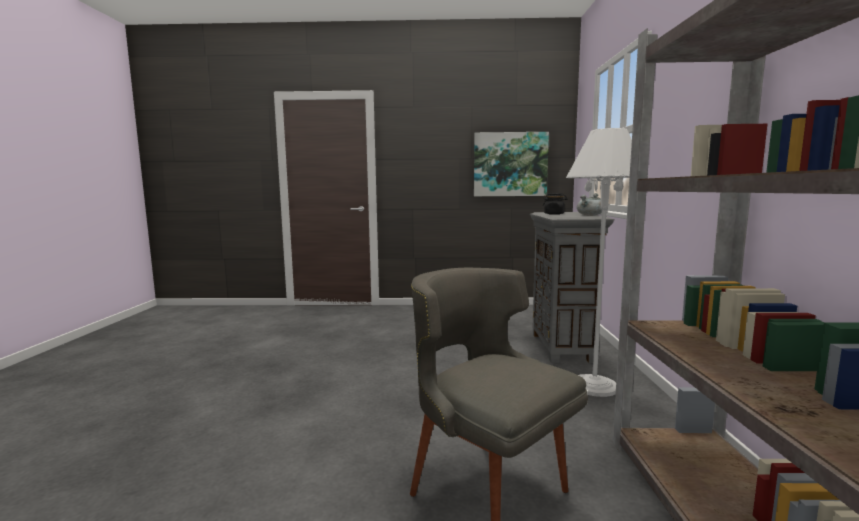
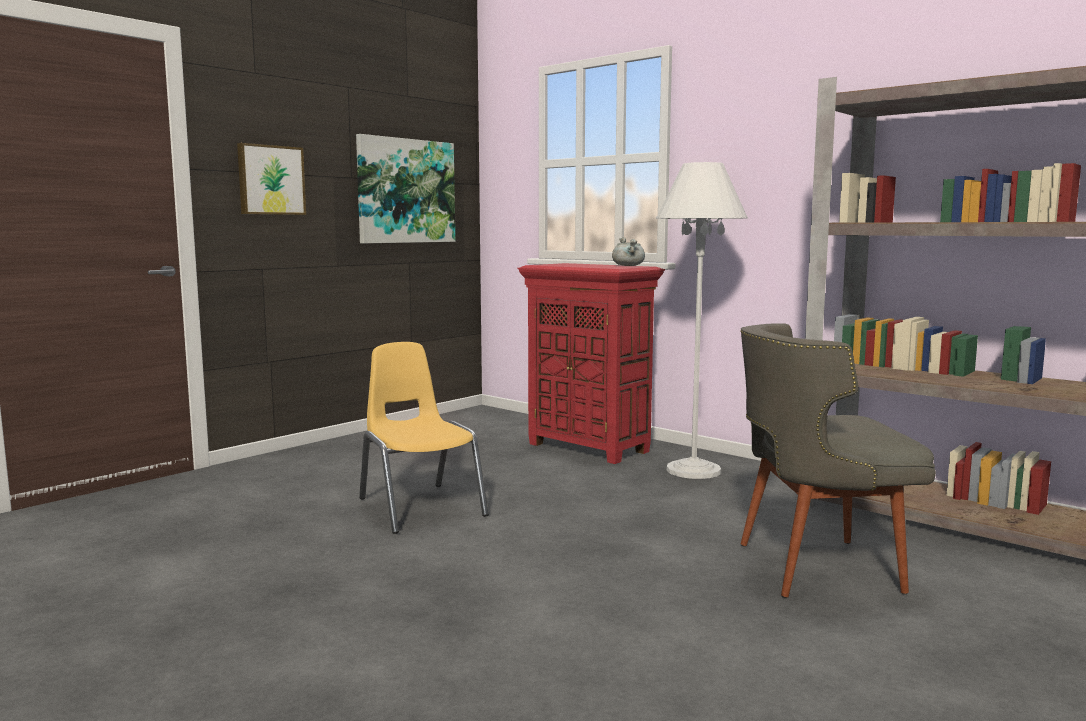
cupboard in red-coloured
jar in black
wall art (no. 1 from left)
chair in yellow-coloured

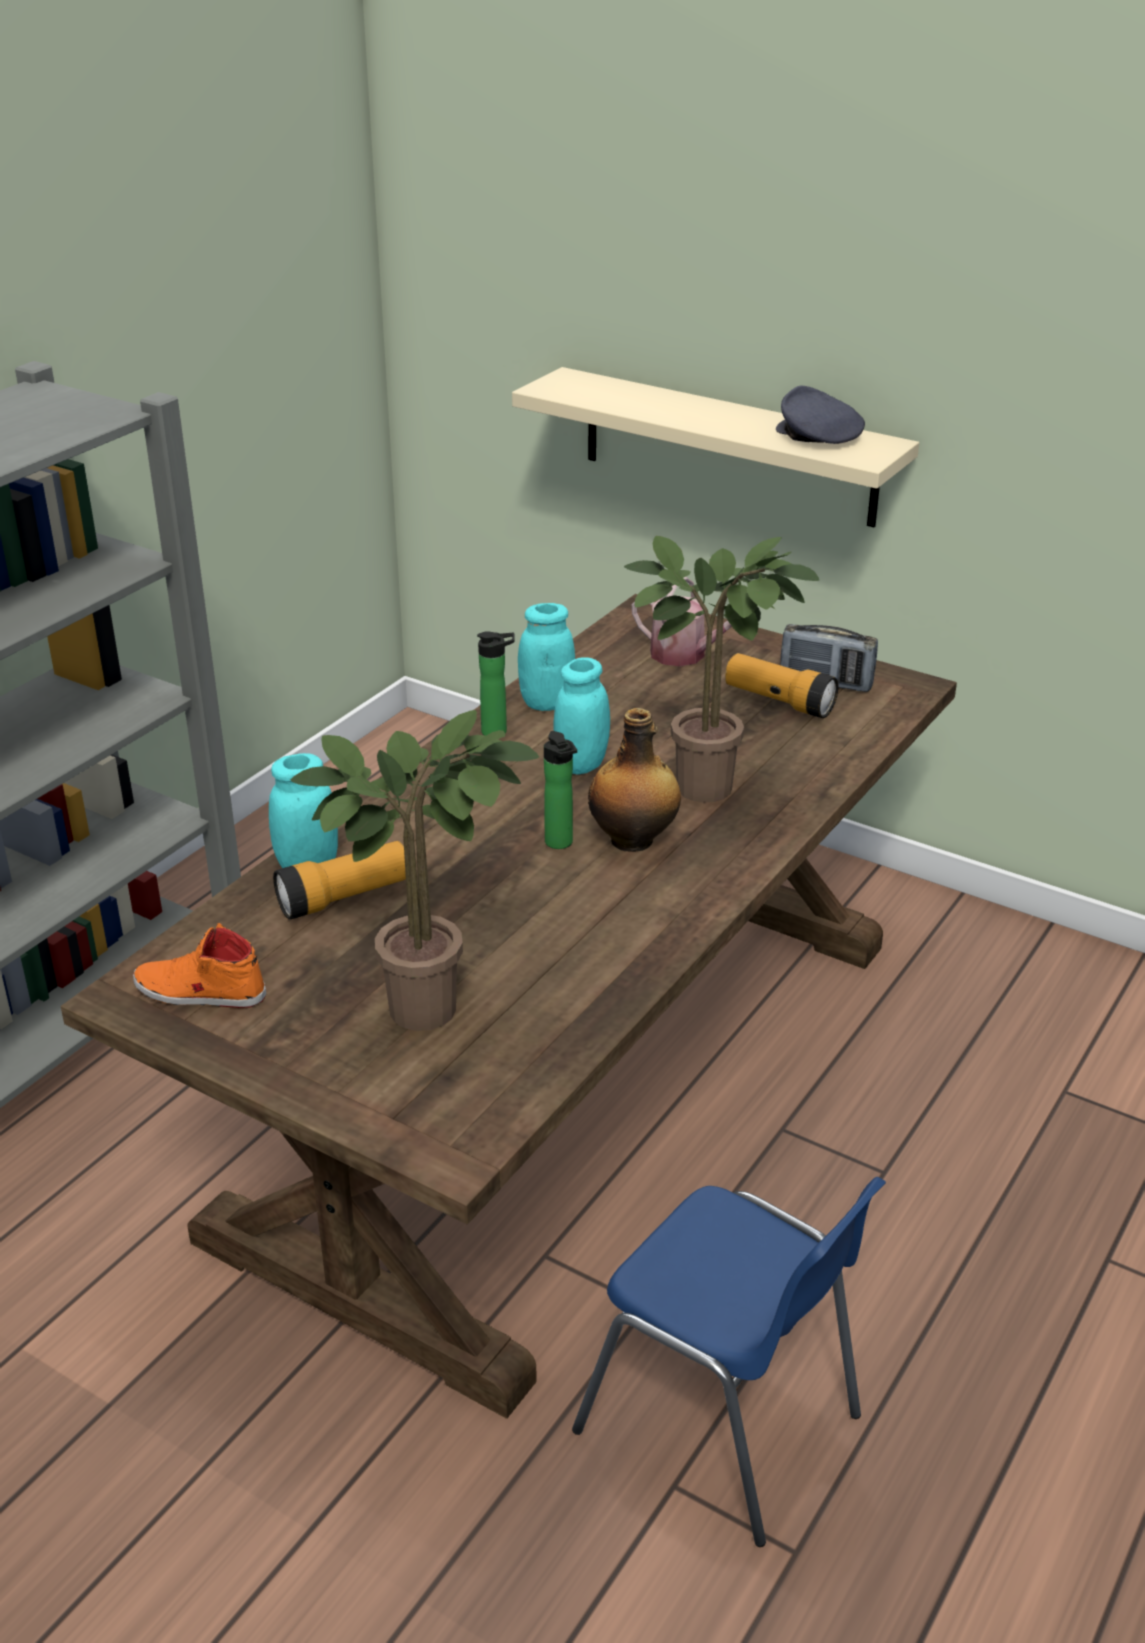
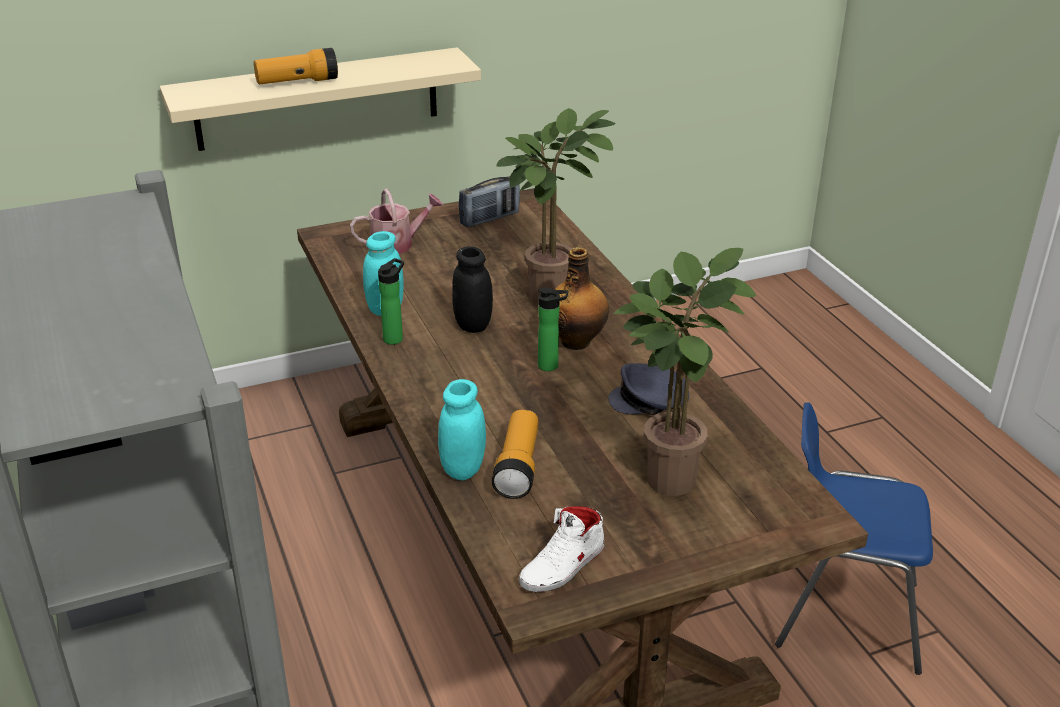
item of footwear in whitish
jar in black
chair in bluish
hand torch (no. 1 from left)
cap in gray

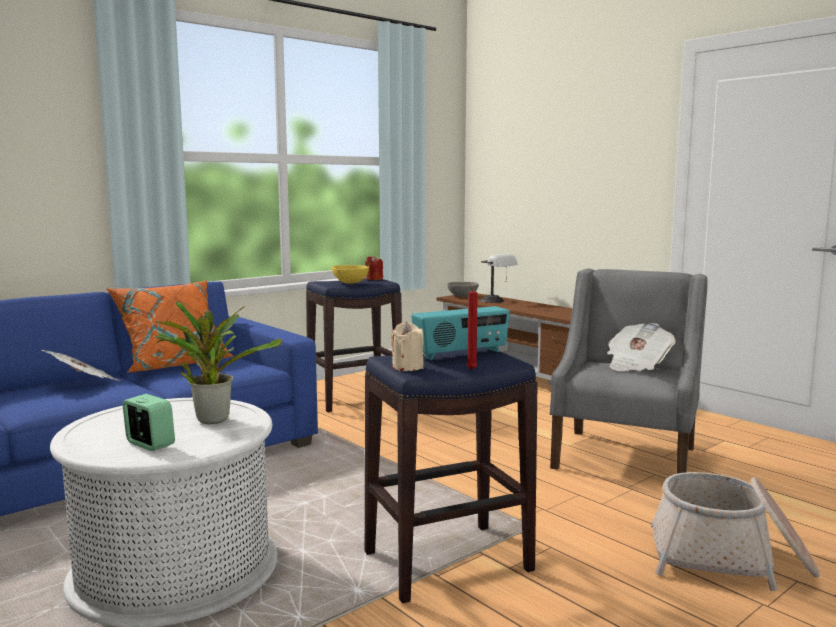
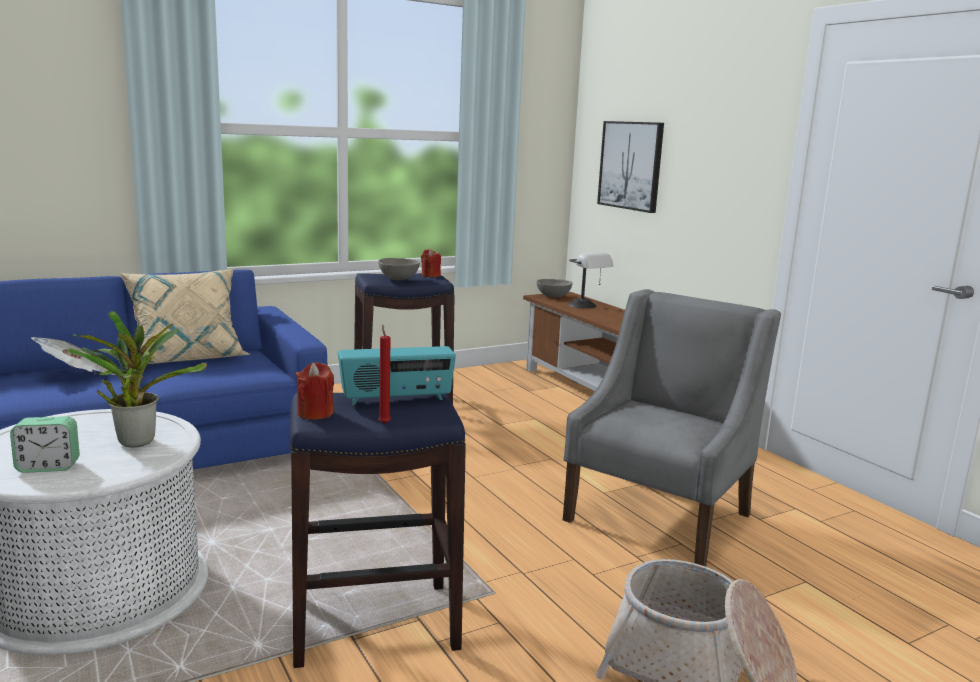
pillow in sand-coloured
table clock
deep dish in gray (no. 1 from left)
candle in red-coloured (no. 1 from left)
newspaper (no. 2 from left in the first image)
wall art

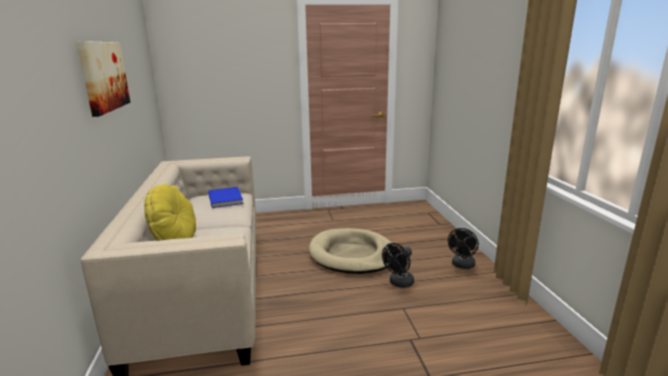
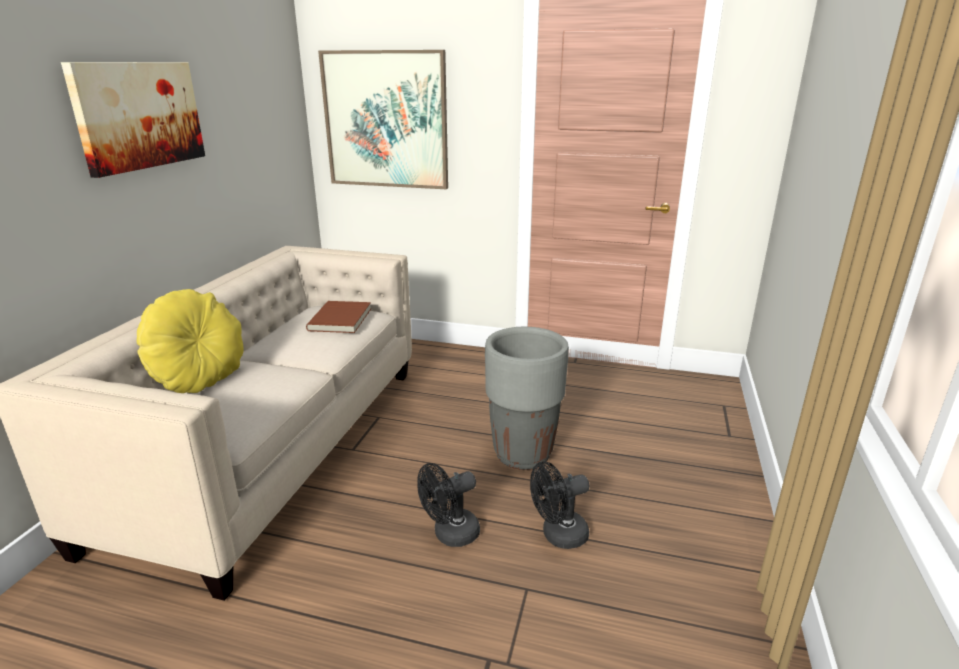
book in brown
flower pot in gray
cooling fan in black (no. 1 from left)
wall art (no. 2 from left)

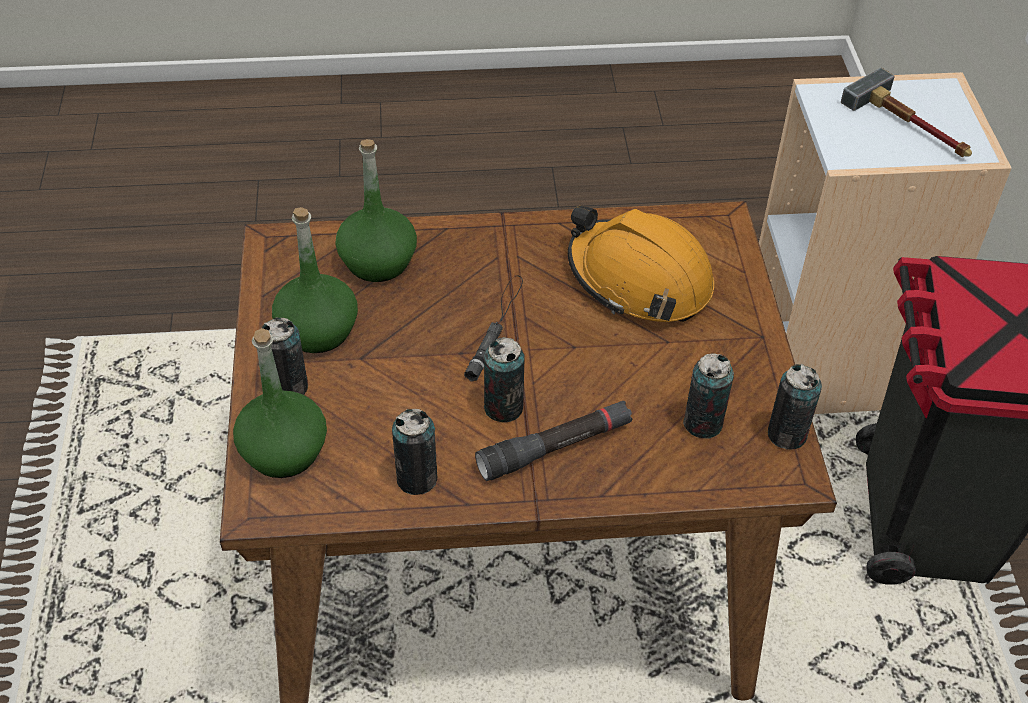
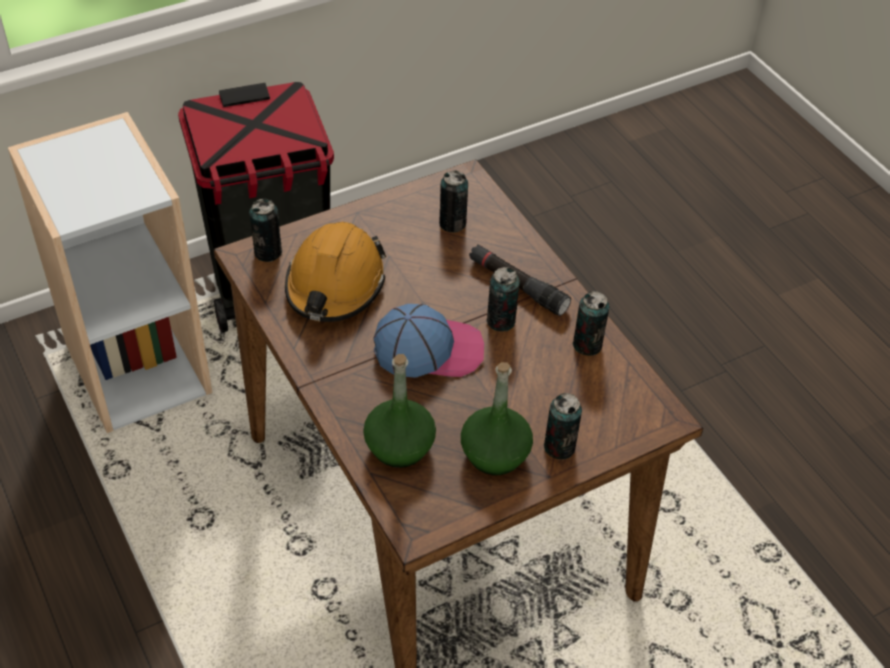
beverage bottle in green (no. 1 from left in the first image)
cap
metal can (no. 1 from left)
hand hammer

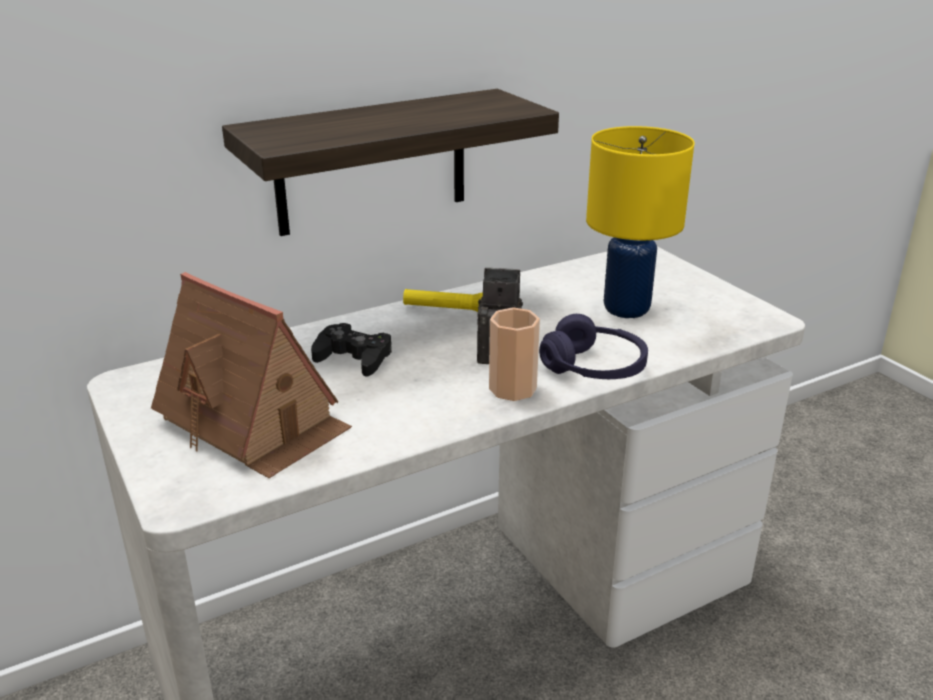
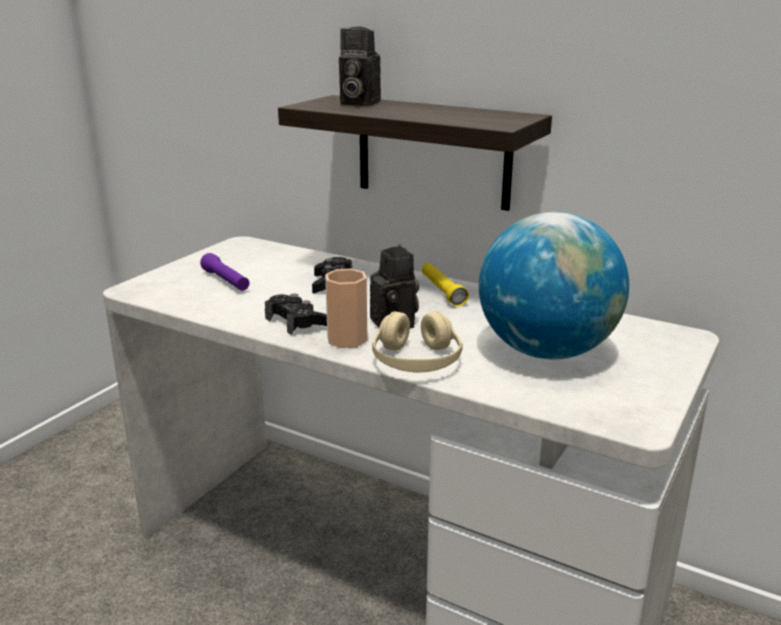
hand torch in purple
headset in sand-coloured
desk globe
joypad in black (no. 1 from left)
still camera (no. 1 from left)

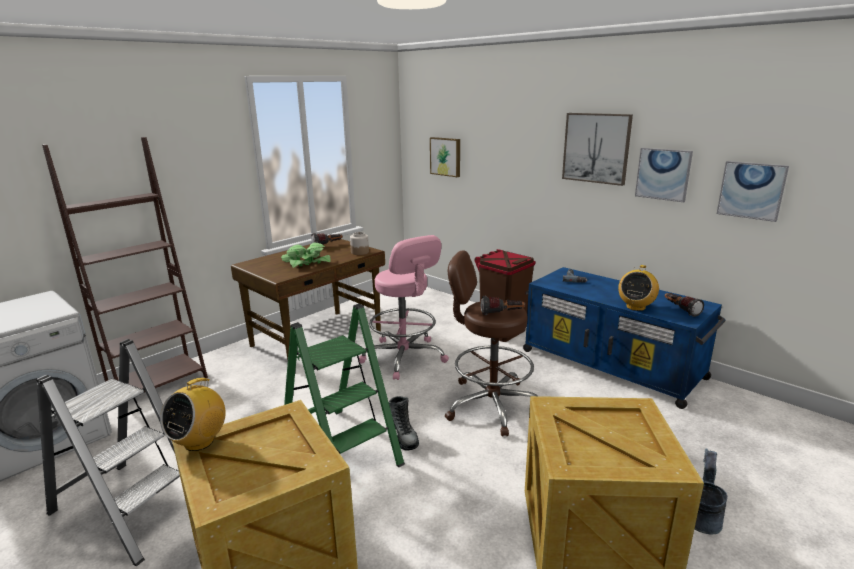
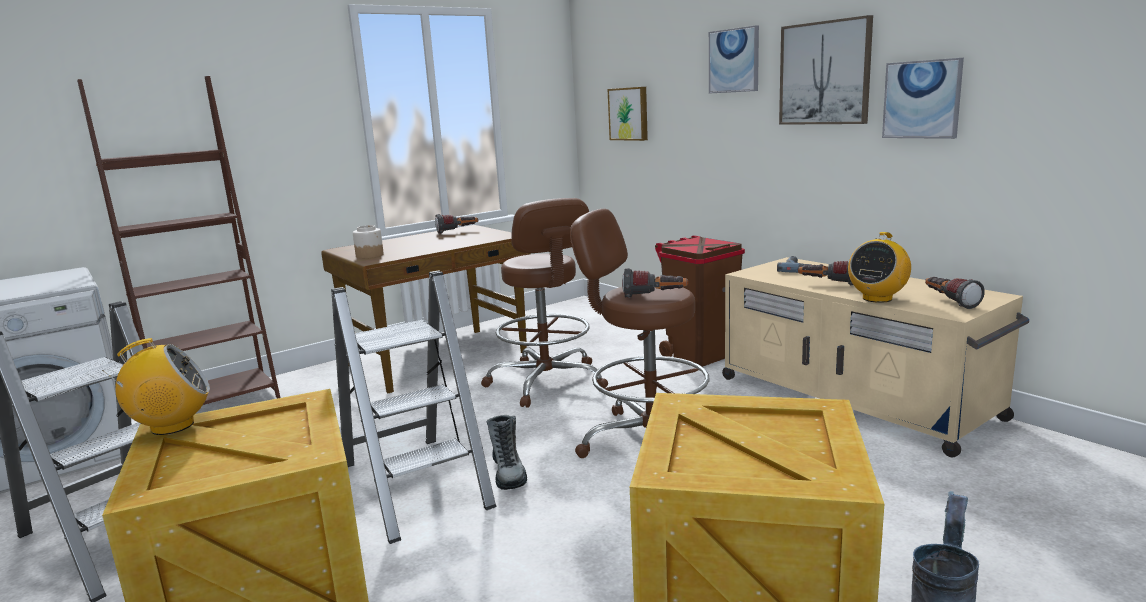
radio set (no. 1 from left)
potted plant
stepladder in gray (no. 2 from left)
jar
sitting stool in brown (no. 1 from left)
cupboard in sand-coloured
wall art (no. 2 from left)
hand torch (no. 3 from left)

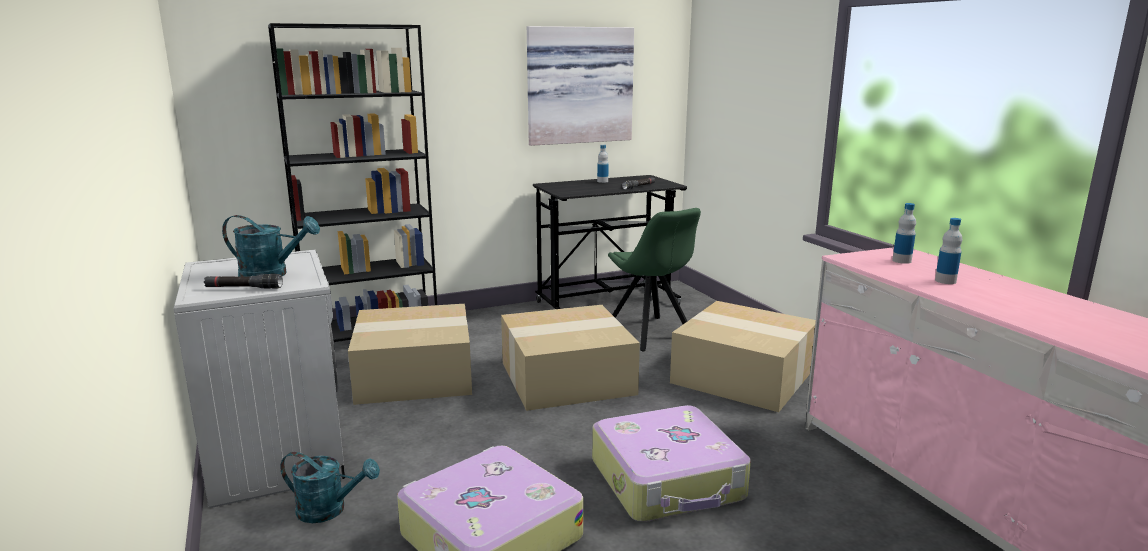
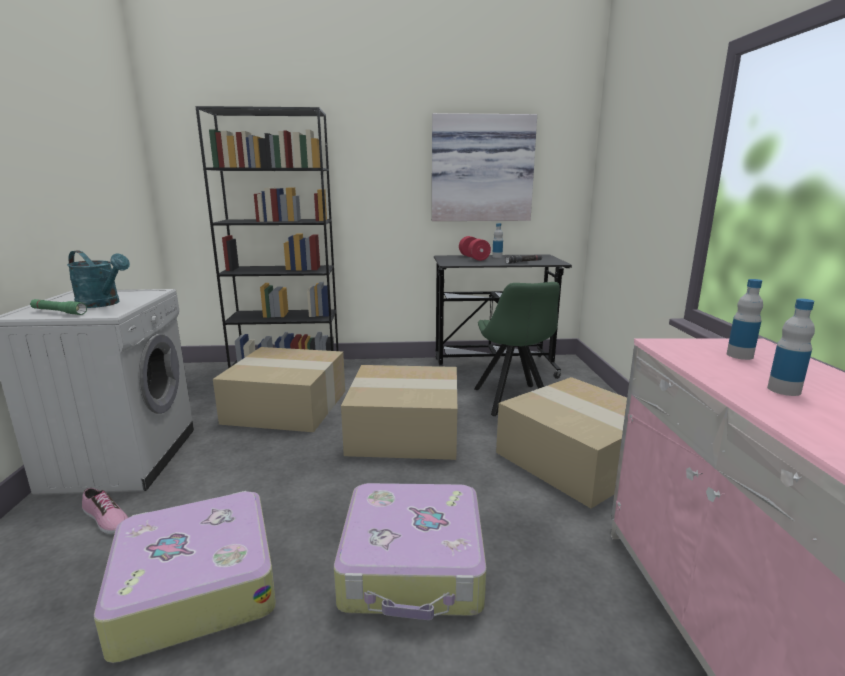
hand torch in green
item of footwear
dumbbell in red-coloured

